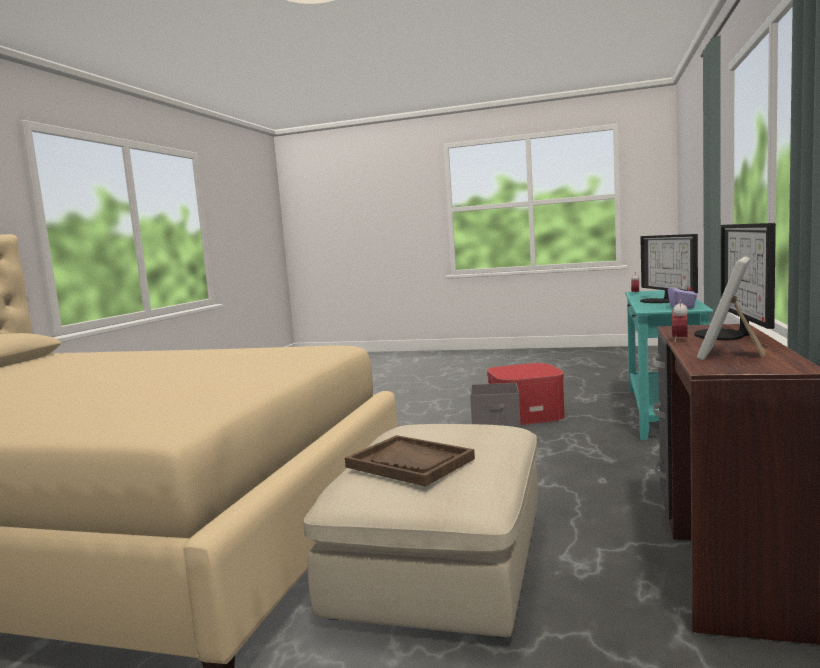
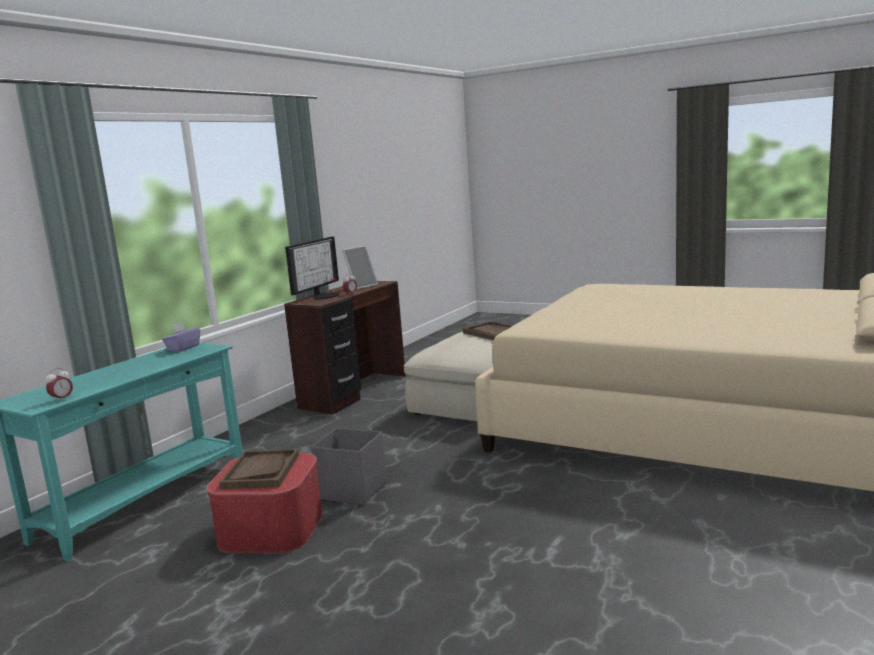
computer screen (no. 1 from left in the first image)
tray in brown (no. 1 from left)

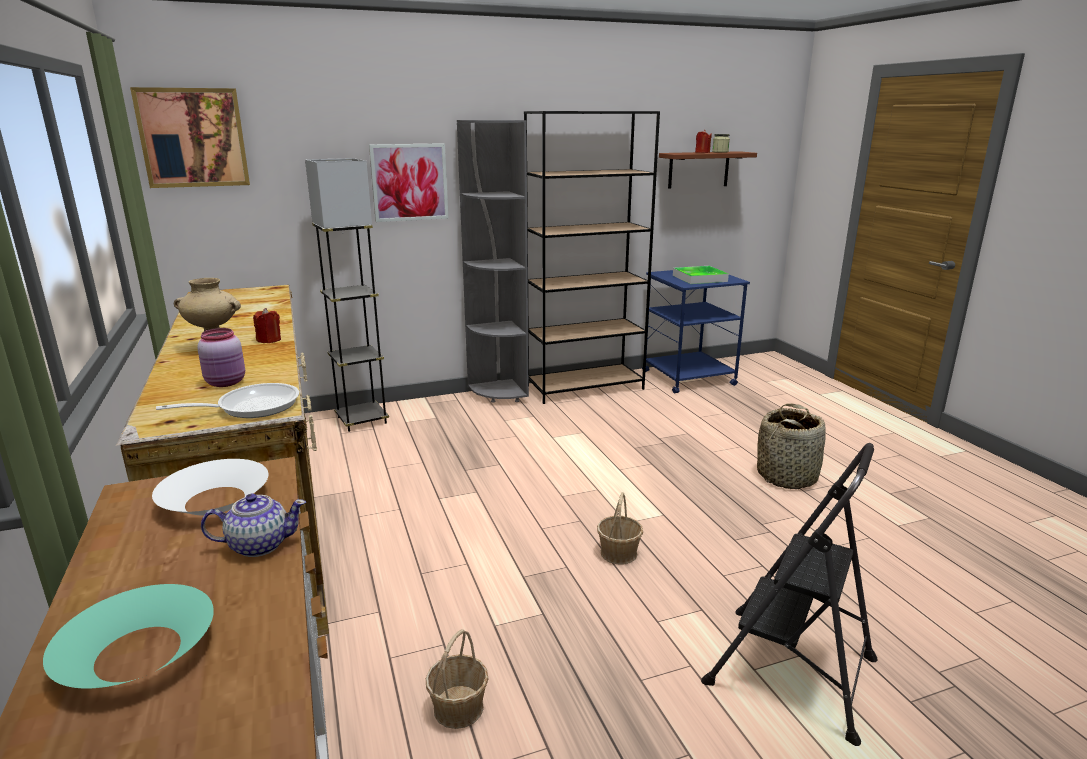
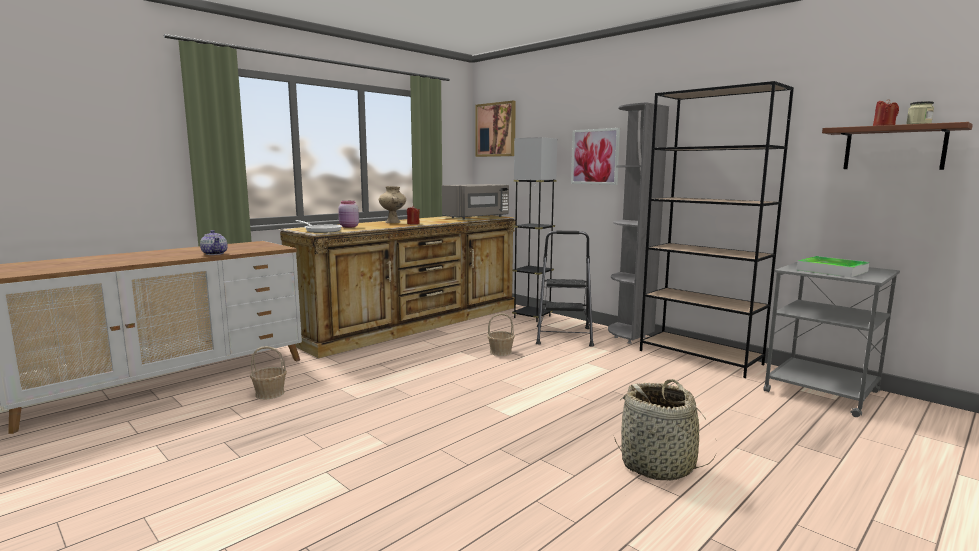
deep dish in blue-green
deep dish in whitish
household basket (no. 2 from left)
wheeled cart in gray
stepladder in black
microwave in gray

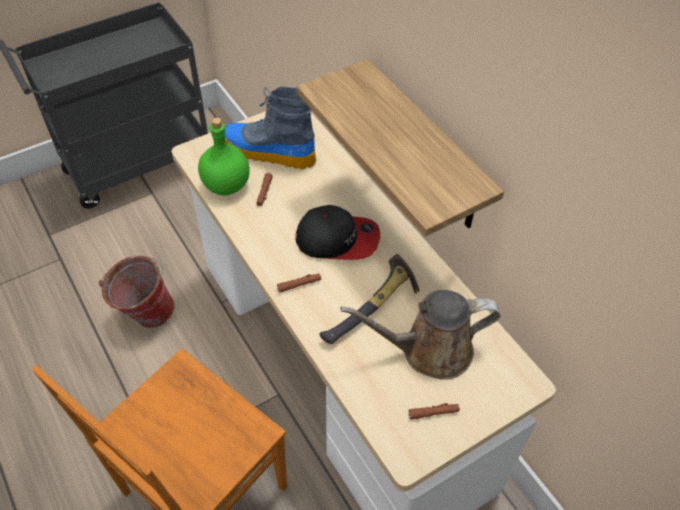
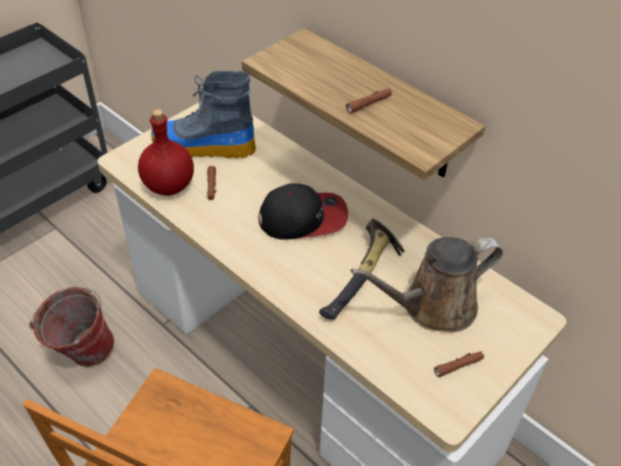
beverage bottle in red-coloured
hand torch in brown (no. 2 from left)

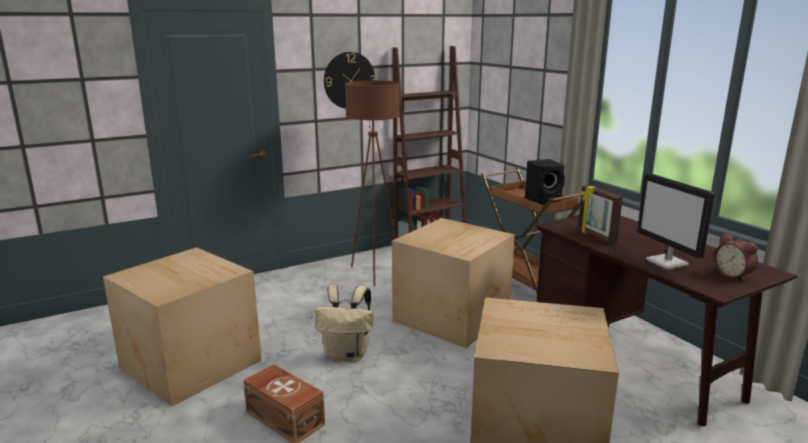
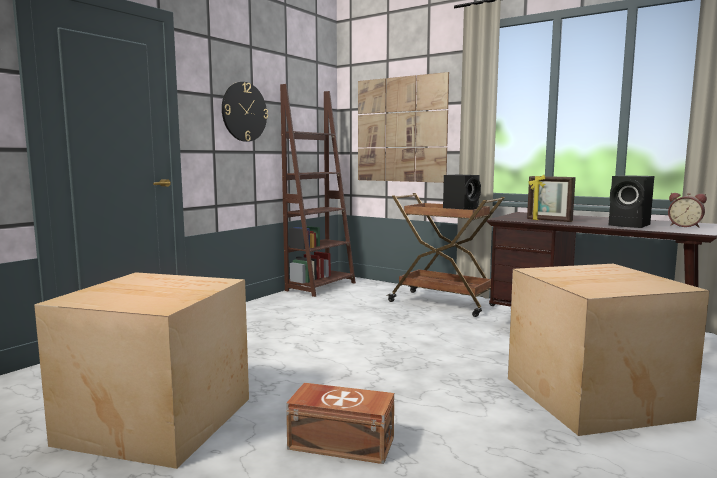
knapsack in sand-coloured
standard lamp in brown
carton (no. 2 from left in the first image)
speaker in black (no. 2 from left)
wall art

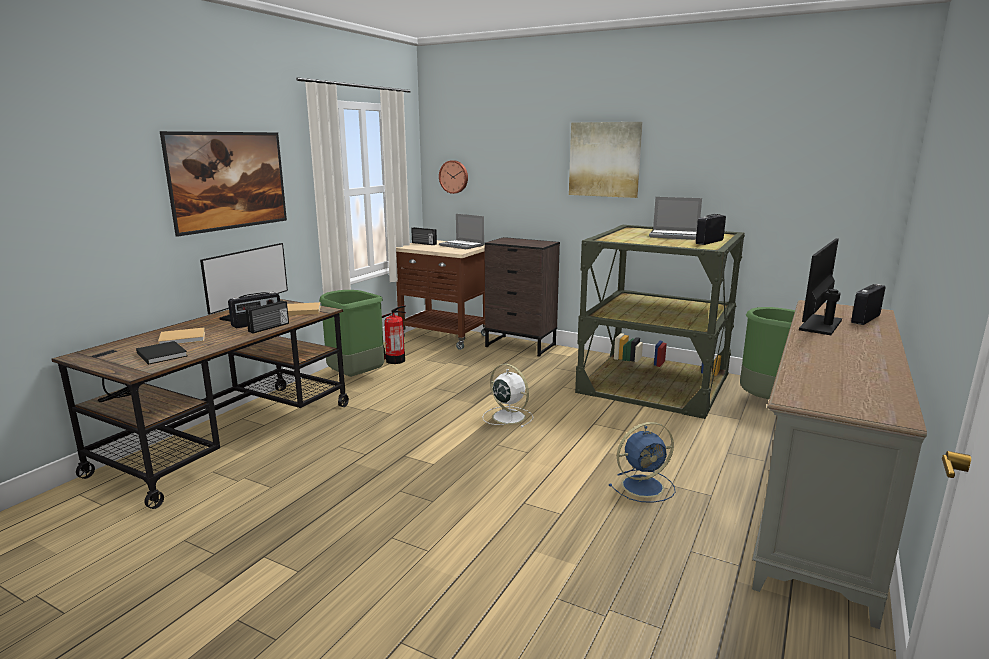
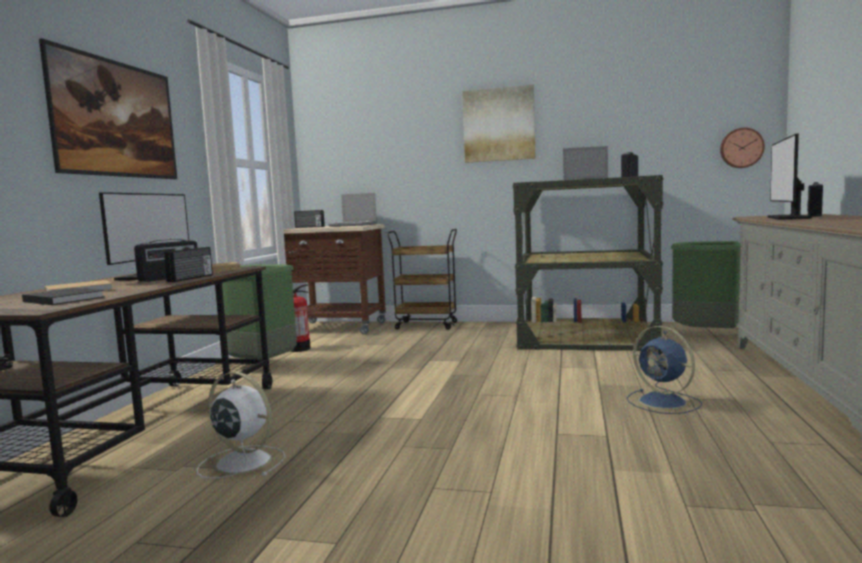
wall clock
cooling fan in whitish
wheeled cart in brown (no. 2 from left)
cooling fan in bluish

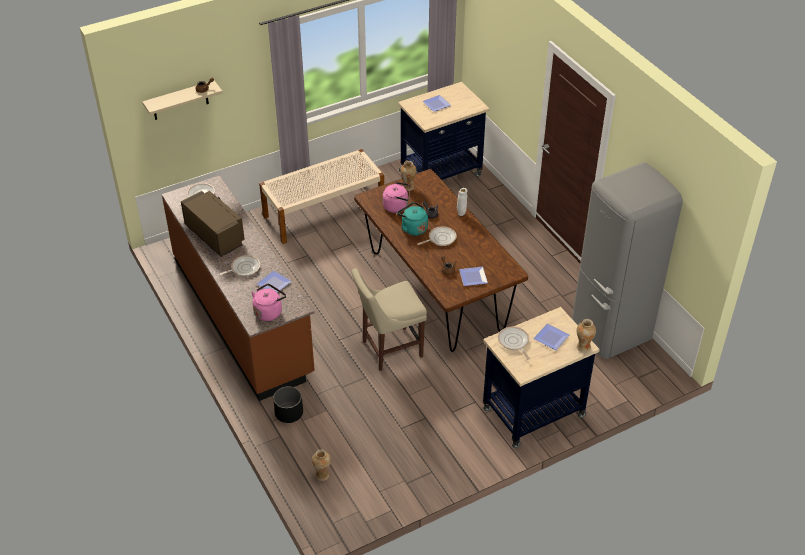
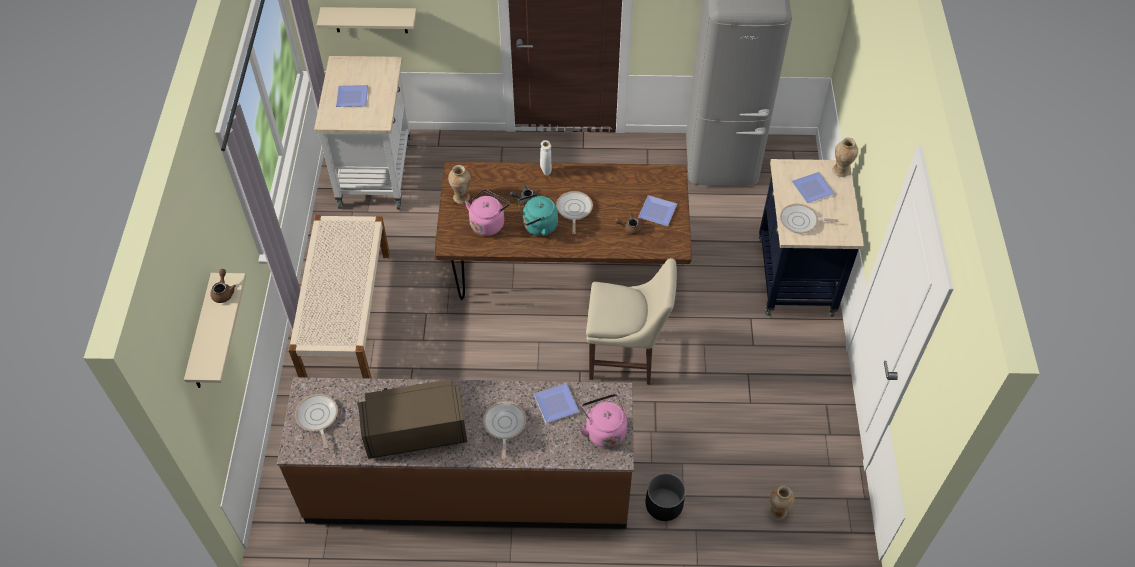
chair in sand-coloured
wheeled cart in whitish
wall shelf in sand-coloured (no. 2 from left)

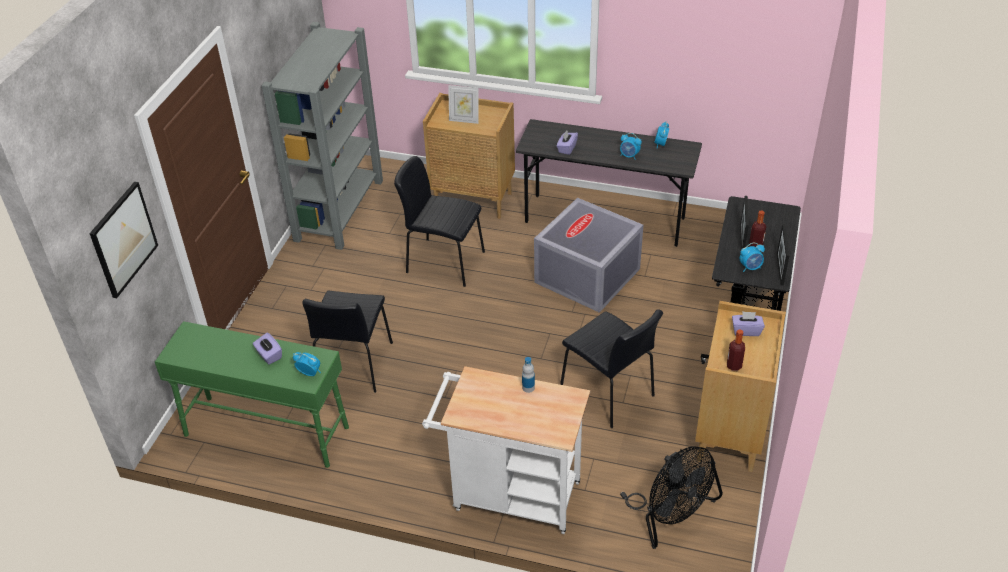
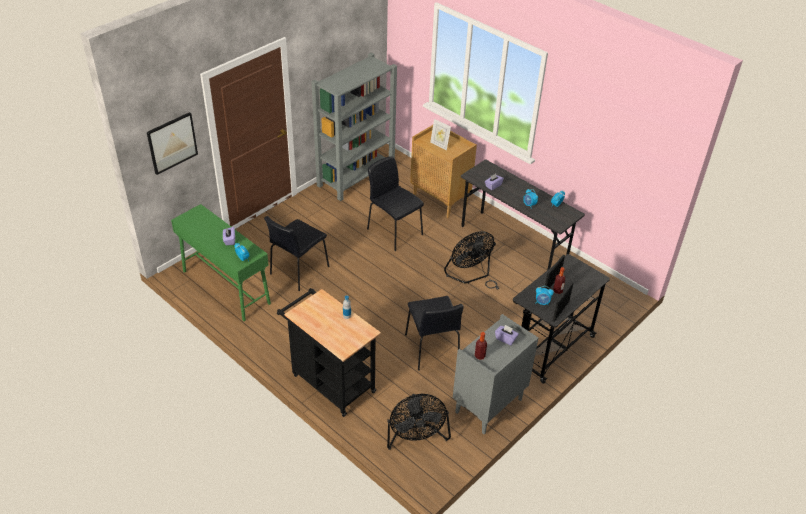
wheeled cart in black
cooling fan in black (no. 2 from left)
cupboard in gray

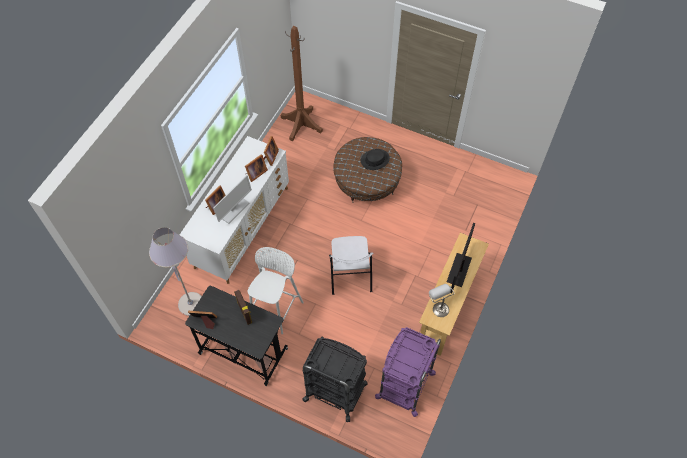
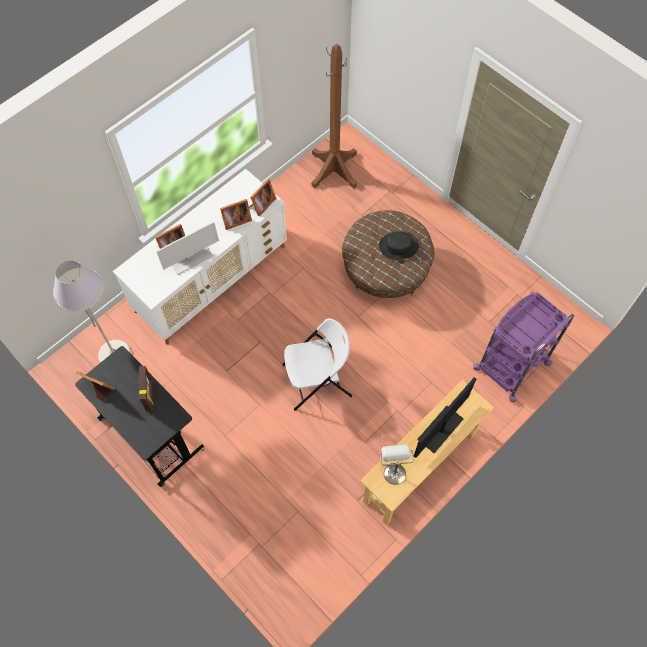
sitting stool in whitish
wheeled cart in black
chair in whitish
wheeled cart in purple

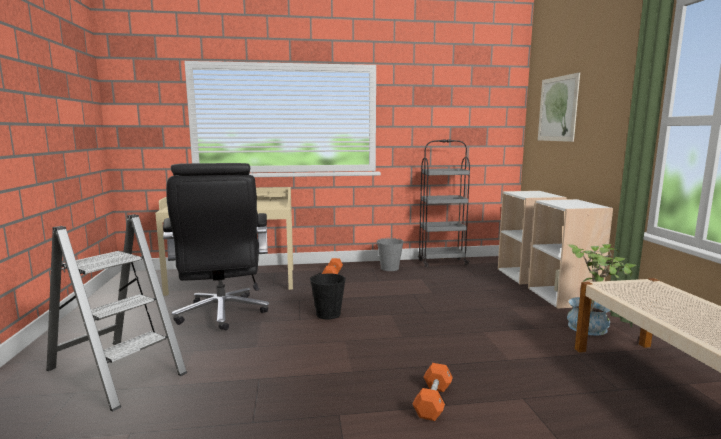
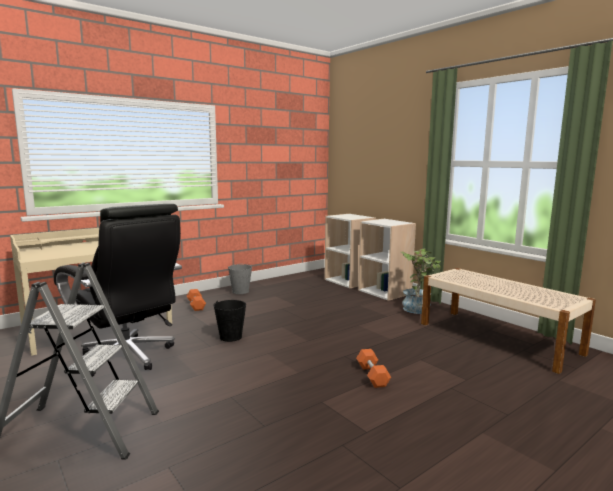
wheeled cart in gray
wall art

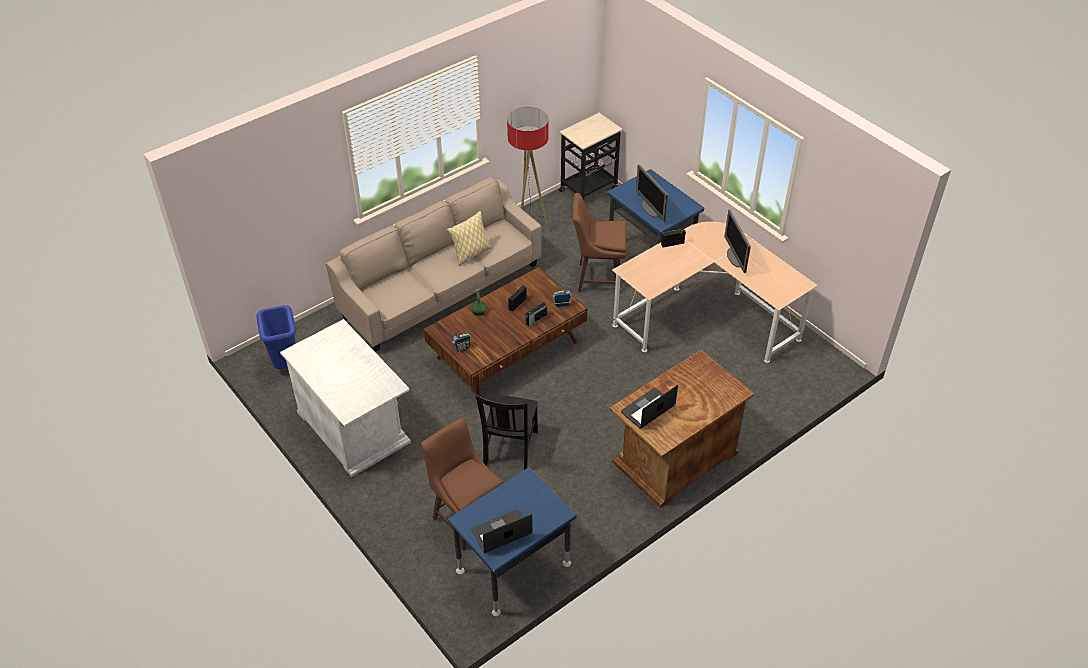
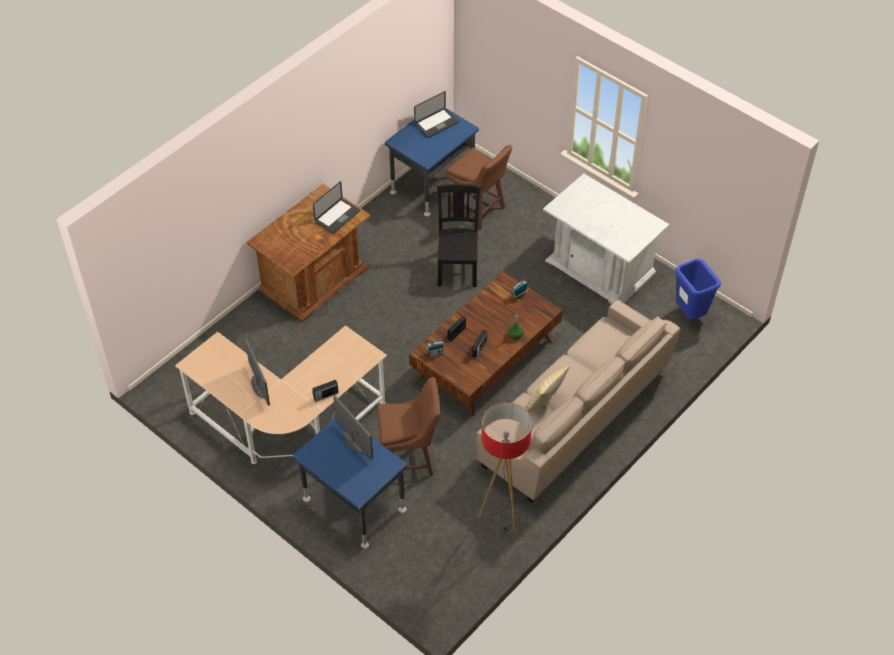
wheeled cart

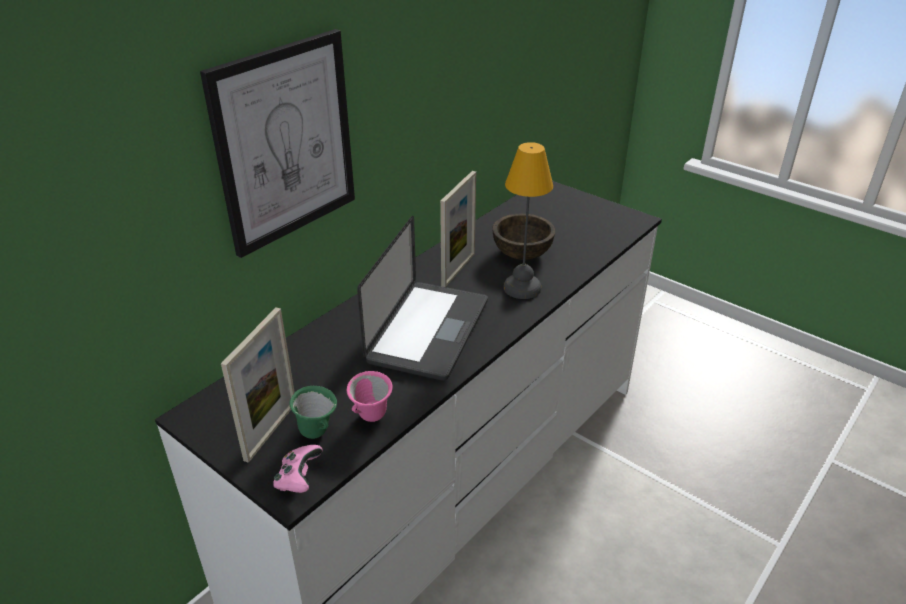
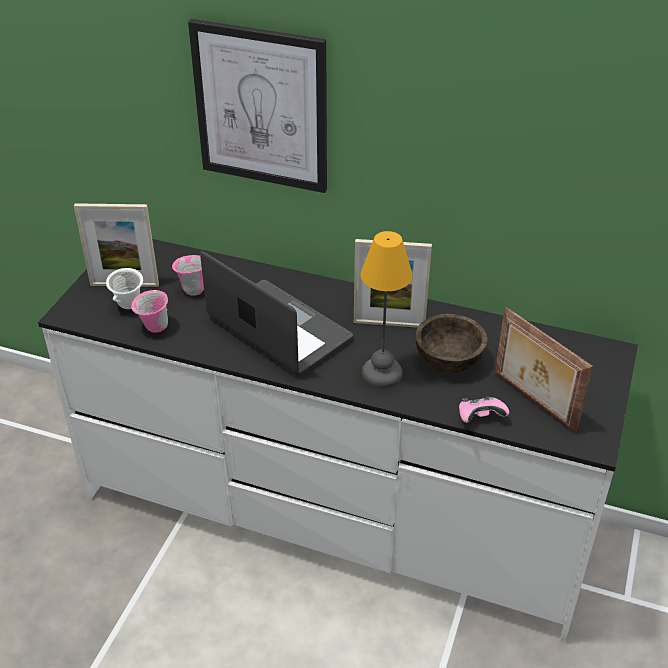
joypad in pink
tea mug in whitish
notebook computer
tea mug in pink (no. 2 from left)
photo frame (no. 3 from left)

